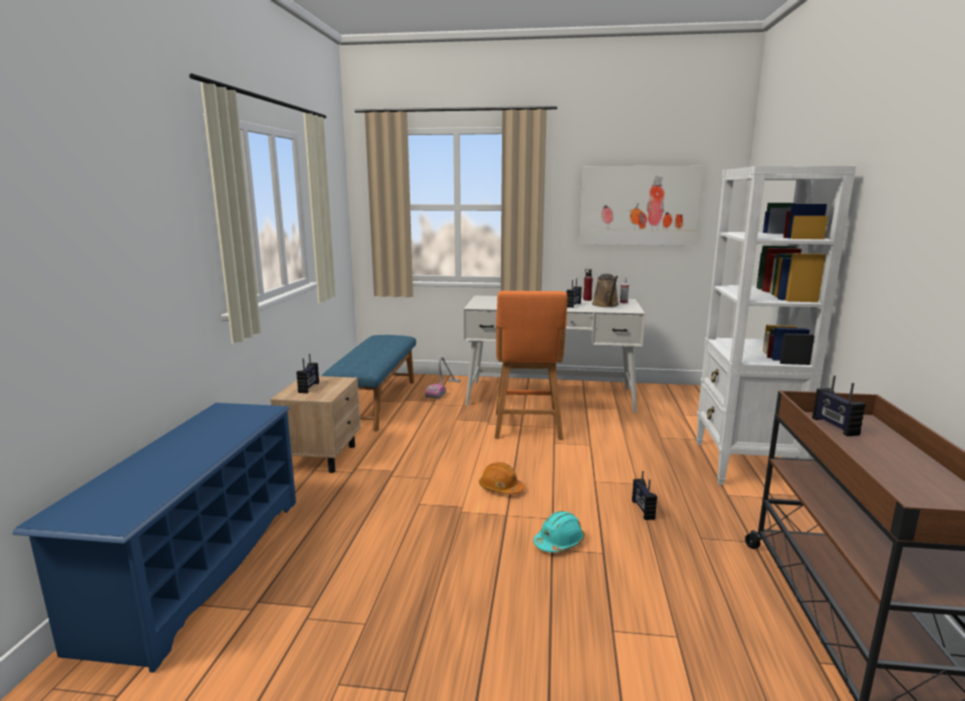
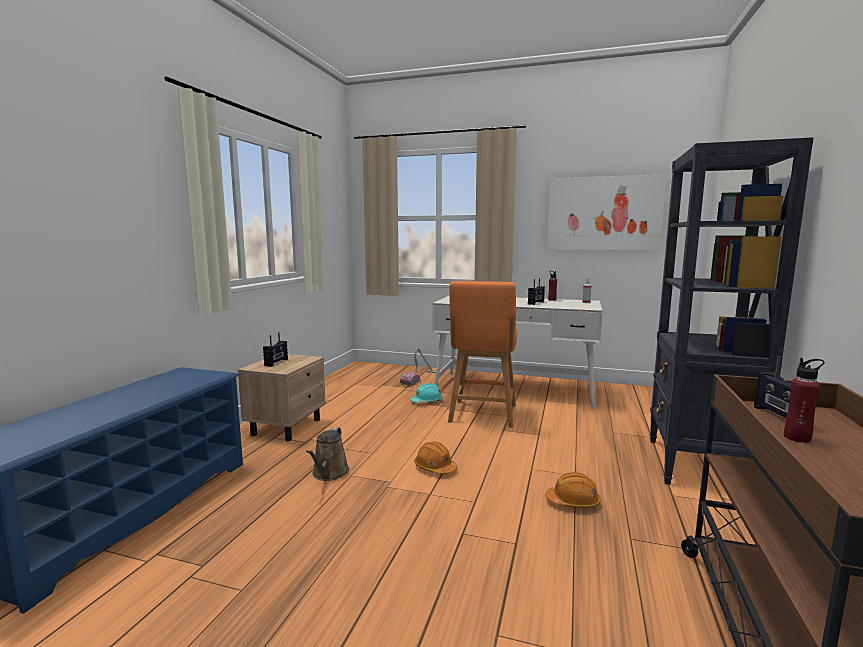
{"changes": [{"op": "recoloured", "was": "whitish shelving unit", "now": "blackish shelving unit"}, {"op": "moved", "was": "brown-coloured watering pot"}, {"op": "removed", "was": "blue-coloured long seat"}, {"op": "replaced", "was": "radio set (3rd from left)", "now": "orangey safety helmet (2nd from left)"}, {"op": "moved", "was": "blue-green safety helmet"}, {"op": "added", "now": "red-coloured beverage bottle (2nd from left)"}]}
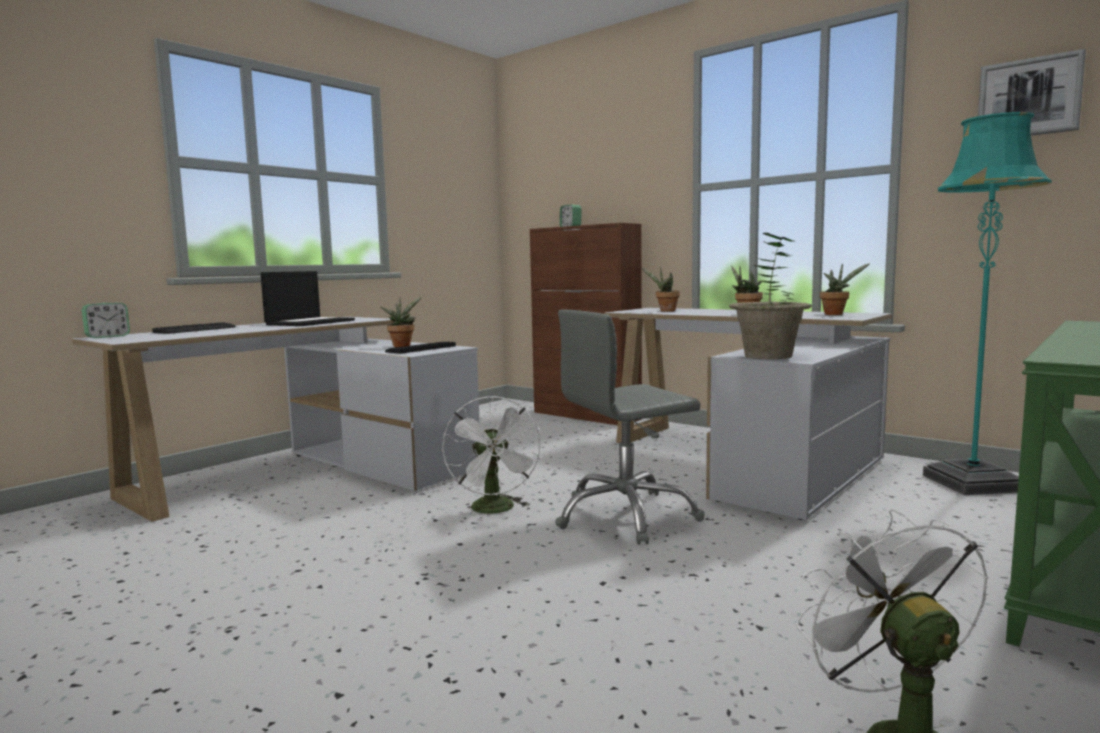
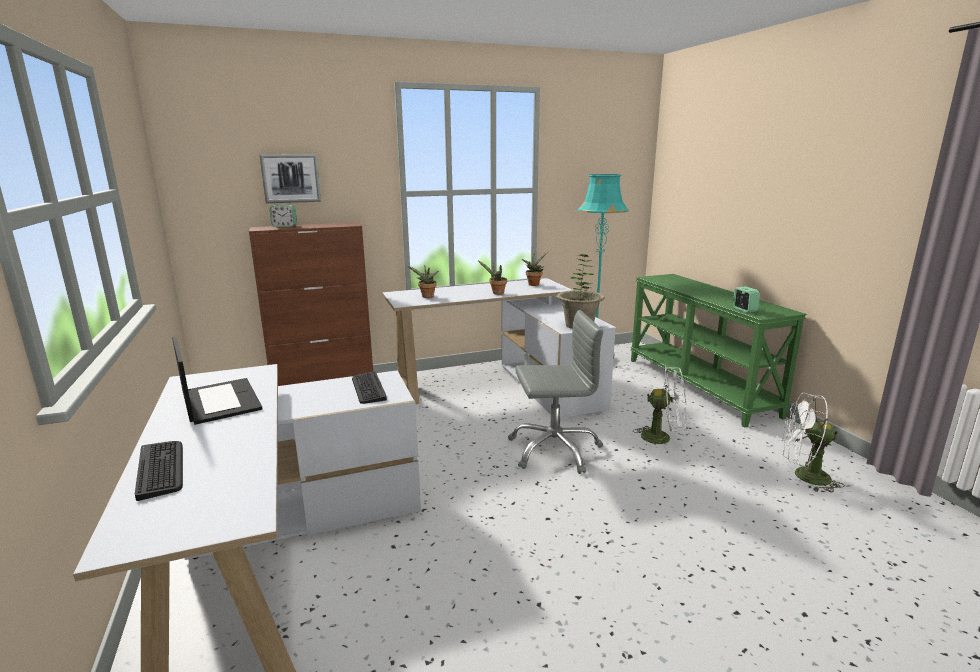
{"changes": [{"op": "moved", "was": "picture"}, {"op": "removed", "was": "potted plant (1st from left)"}, {"op": "moved", "was": "alarm clock (1st from left in the first image)", "now": "alarm clock (2nd from left)"}, {"op": "turned", "was": "greyish desk chair", "clockwise": -105}, {"op": "moved", "was": "whitish electric fan (1st from left)"}]}
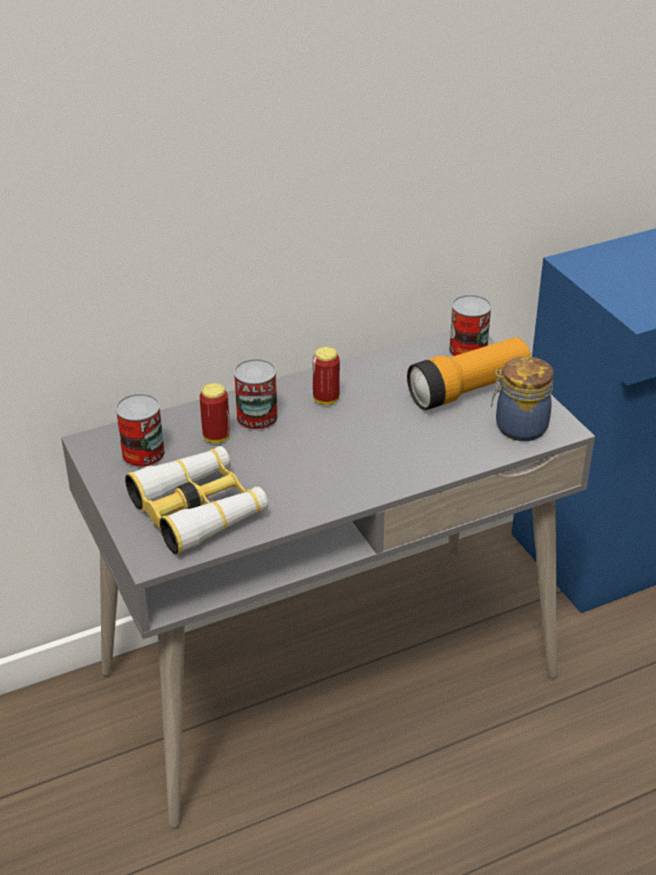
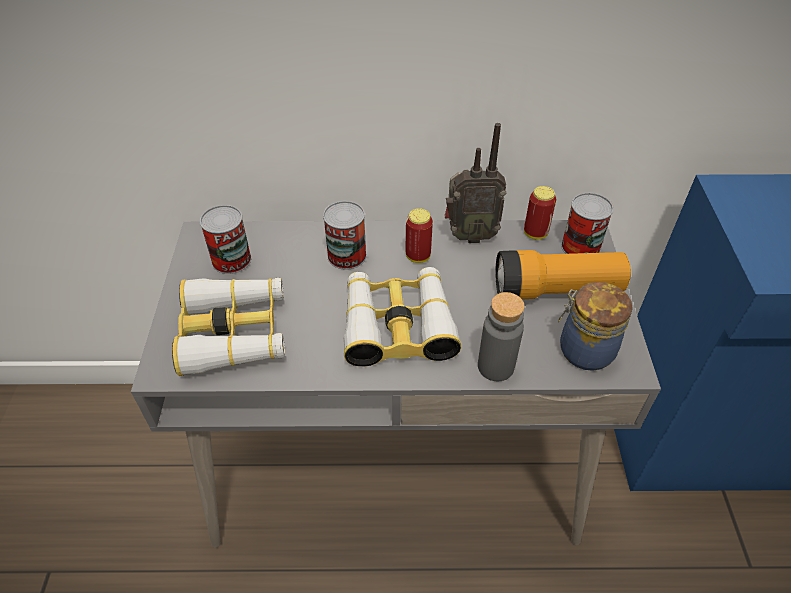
{"changes": [{"op": "moved", "was": "can (2nd from left in the first image)", "now": "can (4th from left)"}, {"op": "added", "now": "radio set"}, {"op": "added", "now": "pair of binoculars (2nd from left)"}, {"op": "added", "now": "greyish beverage bottle"}]}
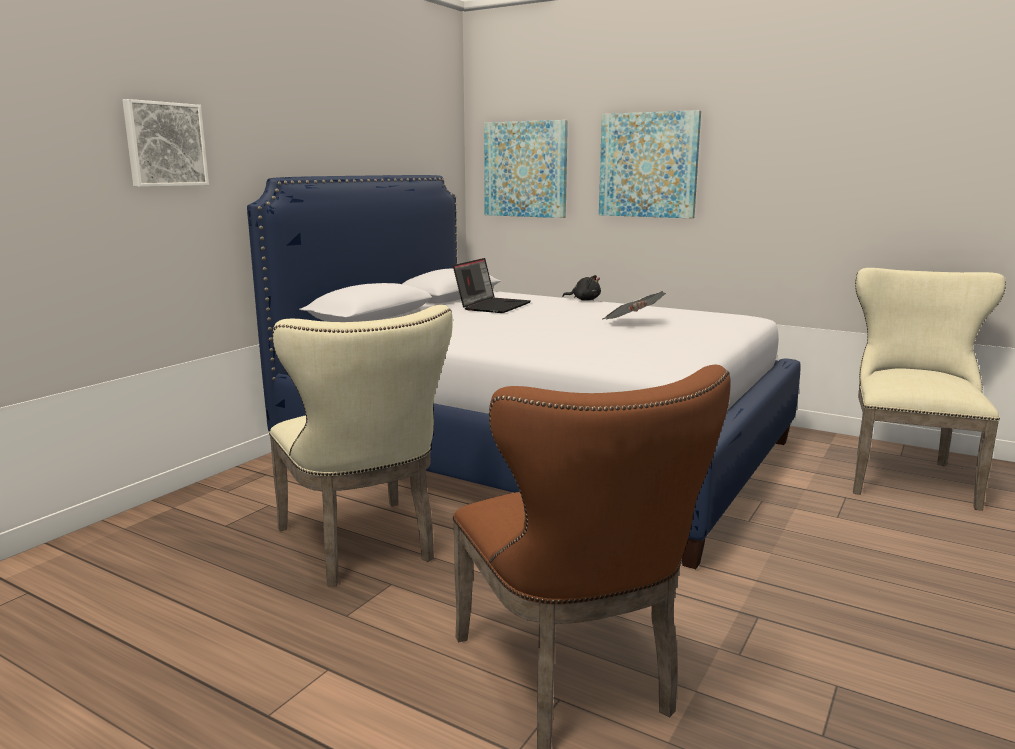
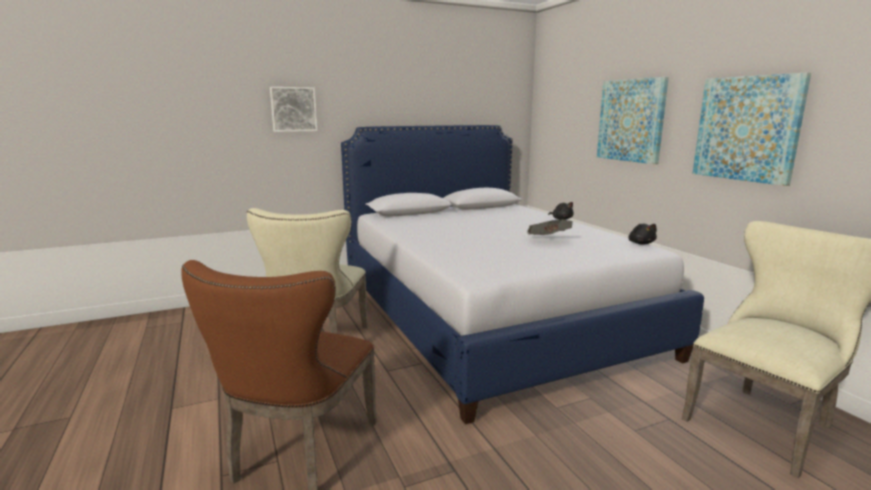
{"changes": [{"op": "moved", "was": "picture (2nd from left in the first image)", "now": "picture (3rd from left)"}, {"op": "removed", "was": "portable computer"}, {"op": "added", "now": "blackish soft toy (2nd from left)"}]}
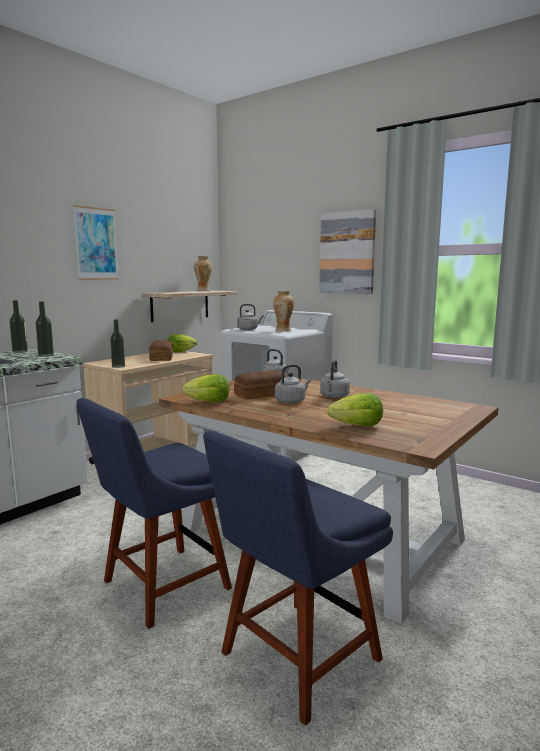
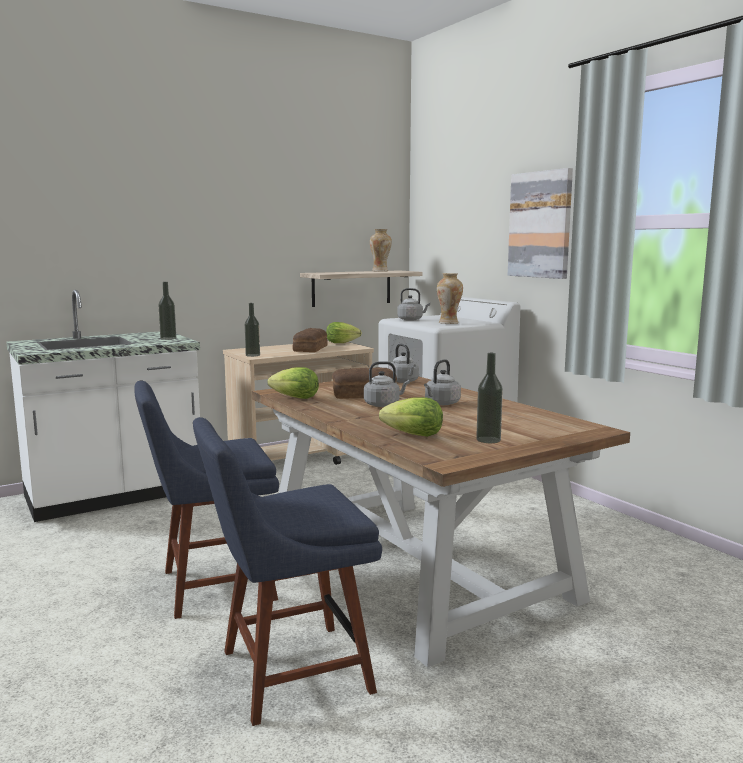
{"changes": [{"op": "removed", "was": "picture (1st from left)"}, {"op": "moved", "was": "beverage bottle (1st from left in the first image)", "now": "beverage bottle (3rd from left)"}]}
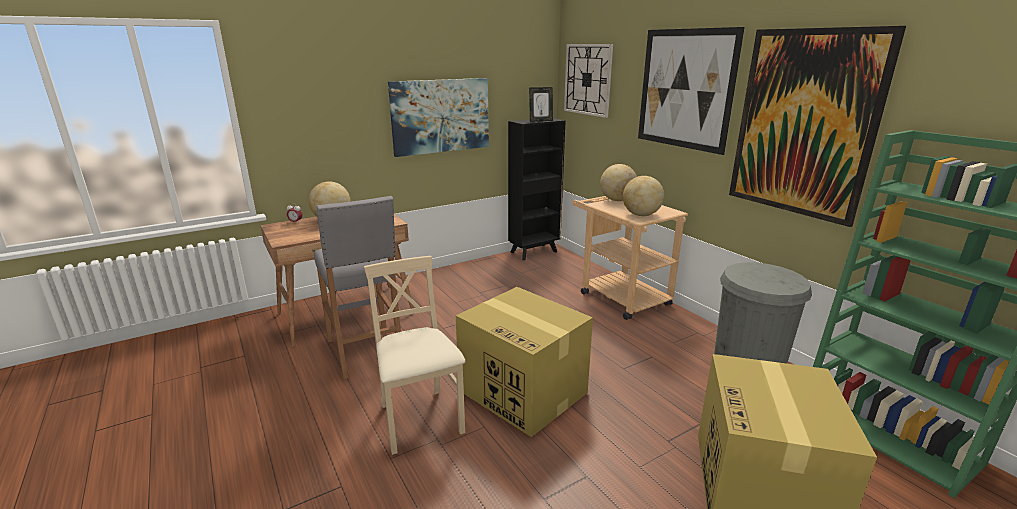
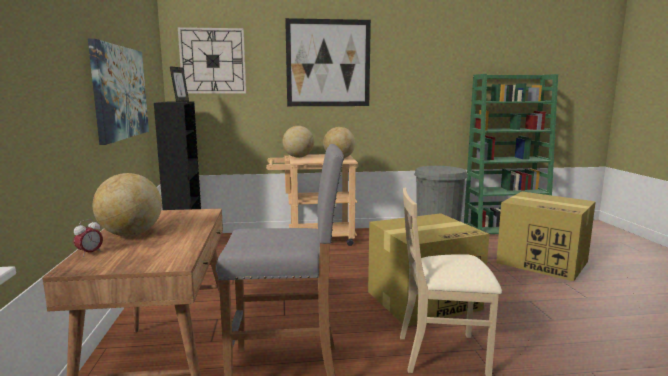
{"changes": [{"op": "removed", "was": "picture (3rd from left)"}]}
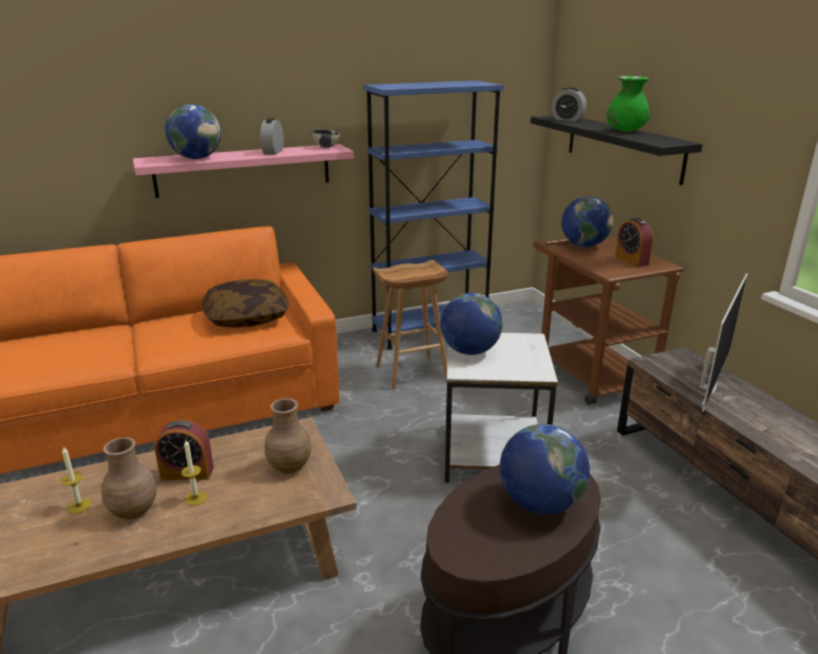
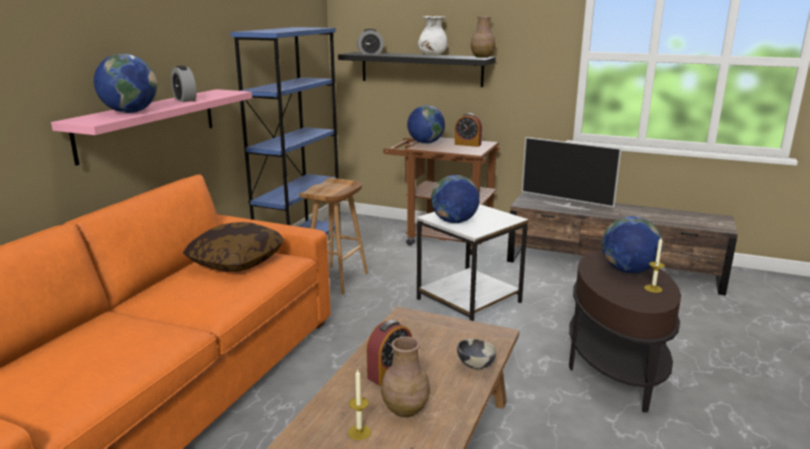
{"changes": [{"op": "recoloured", "was": "green-coloured flower vase", "now": "whitish flower vase"}, {"op": "moved", "was": "bowl"}, {"op": "turned", "was": "TV", "clockwise": 135}, {"op": "moved", "was": "brown-coloured flower vase (2nd from left)"}, {"op": "moved", "was": "wax light (2nd from left)"}]}
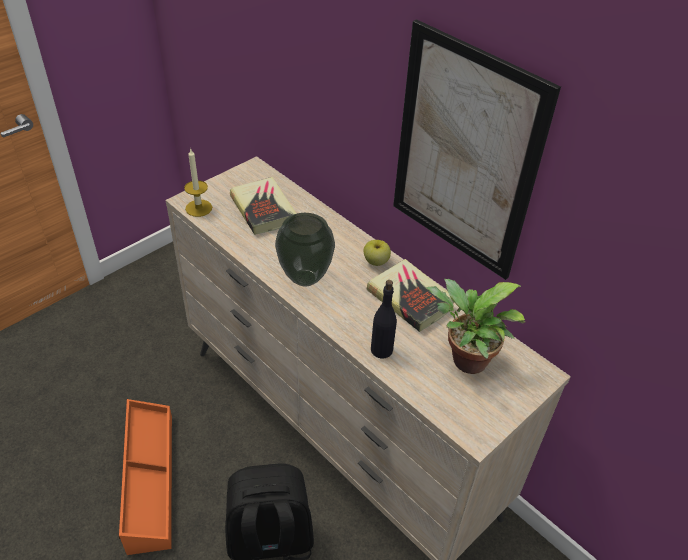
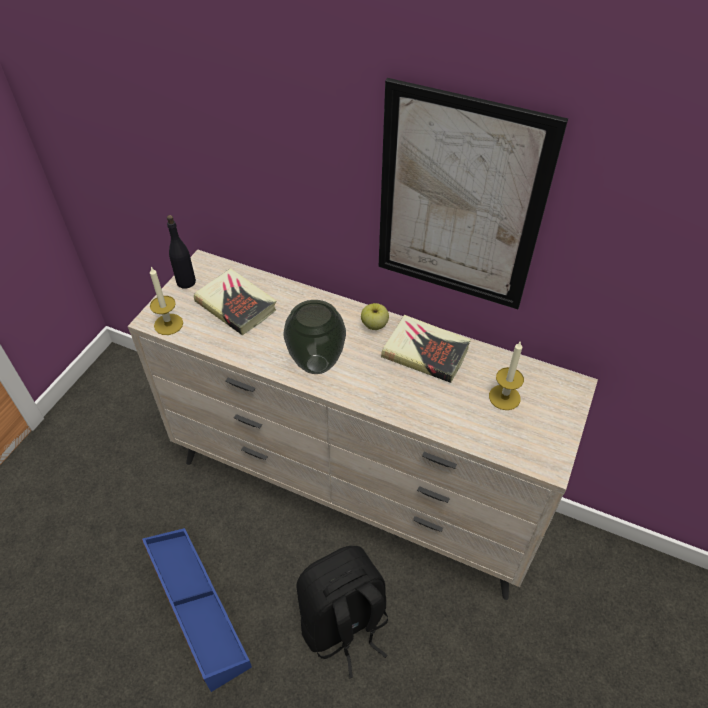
{"changes": [{"op": "replaced", "was": "potted plant", "now": "wax light (2nd from left)"}, {"op": "moved", "was": "blackish beverage bottle"}, {"op": "recoloured", "was": "orangey storage box", "now": "blue-coloured storage box"}]}
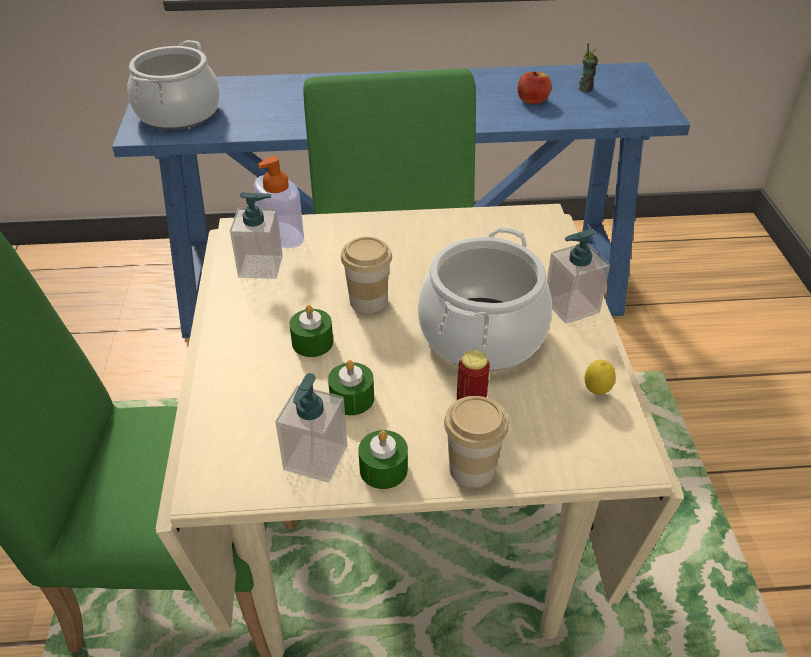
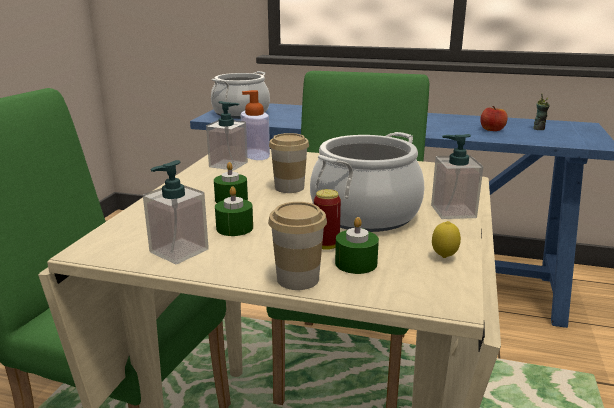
{"changes": [{"op": "moved", "was": "green-coloured wax light (3rd from left)"}]}
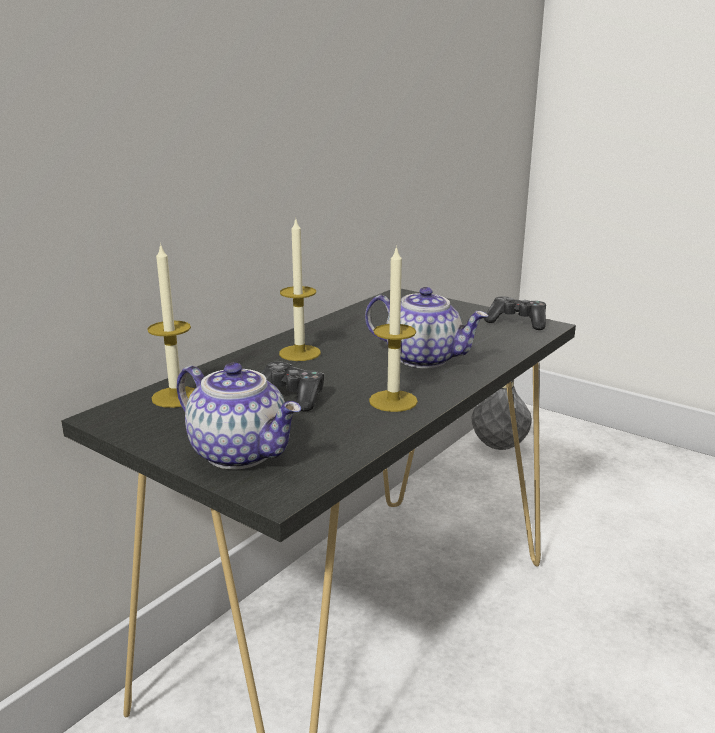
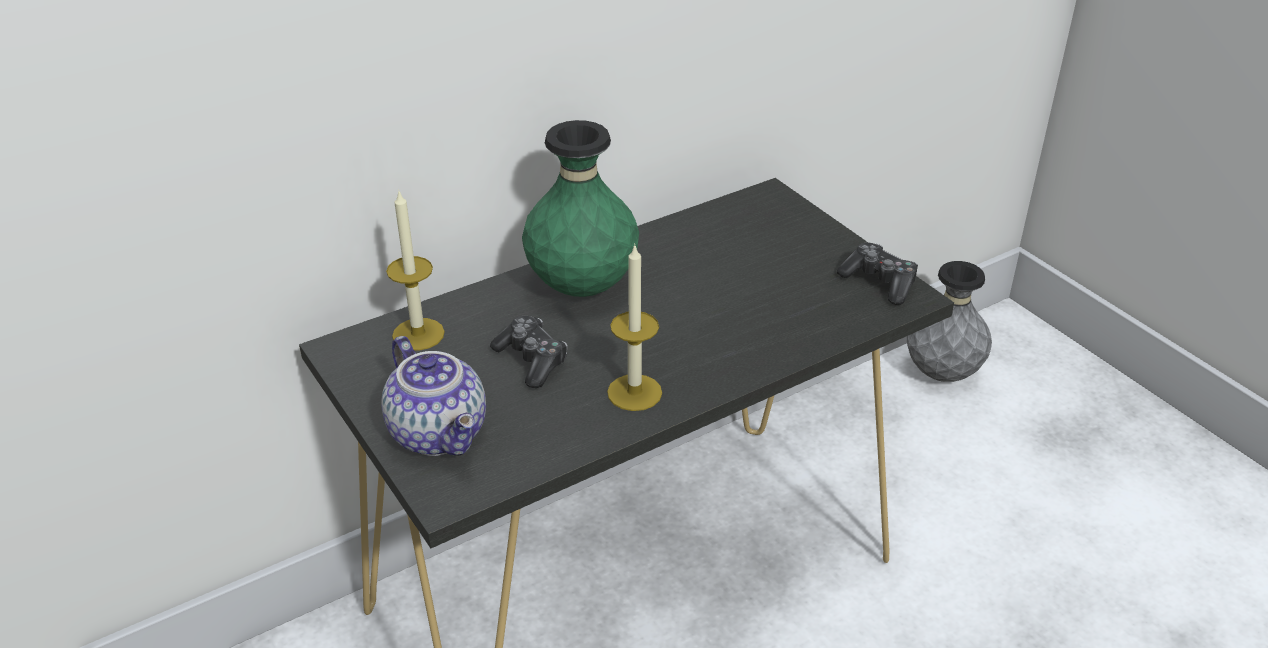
{"changes": [{"op": "replaced", "was": "wax light (2nd from left)", "now": "green-coloured flower vase"}, {"op": "removed", "was": "tea pot (2nd from left)"}]}
